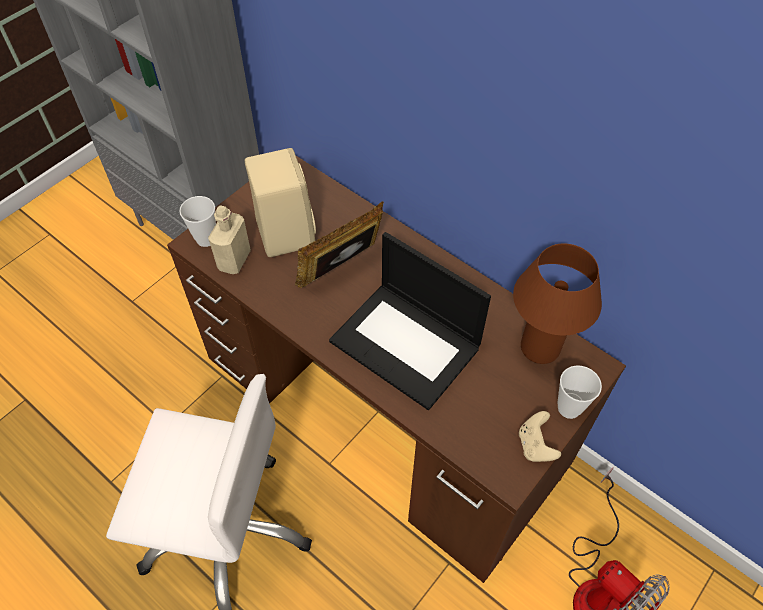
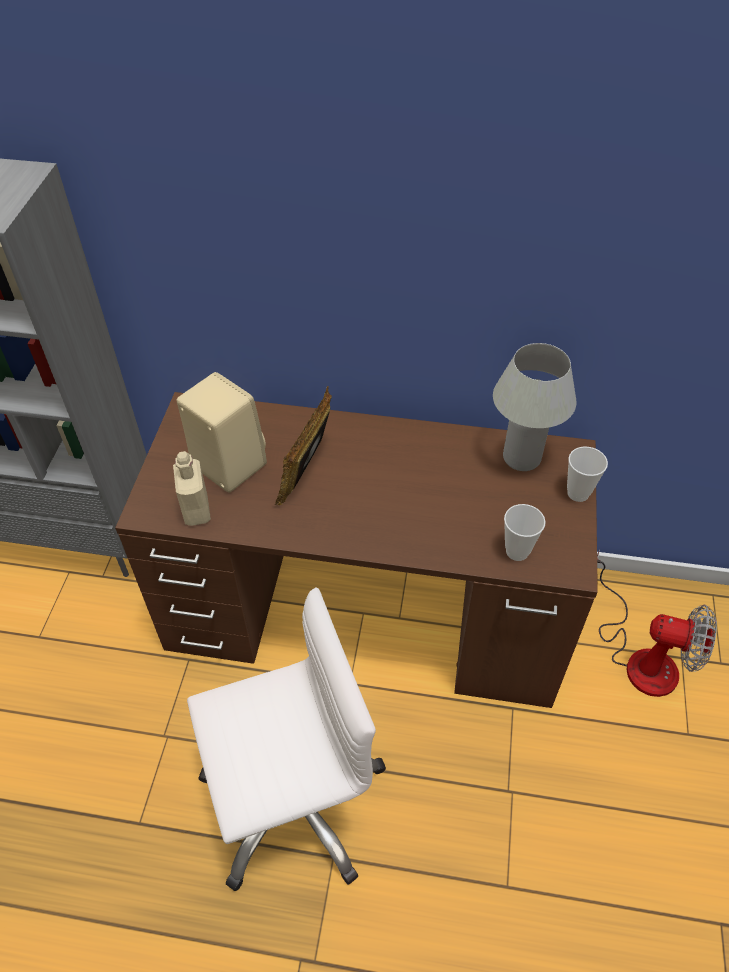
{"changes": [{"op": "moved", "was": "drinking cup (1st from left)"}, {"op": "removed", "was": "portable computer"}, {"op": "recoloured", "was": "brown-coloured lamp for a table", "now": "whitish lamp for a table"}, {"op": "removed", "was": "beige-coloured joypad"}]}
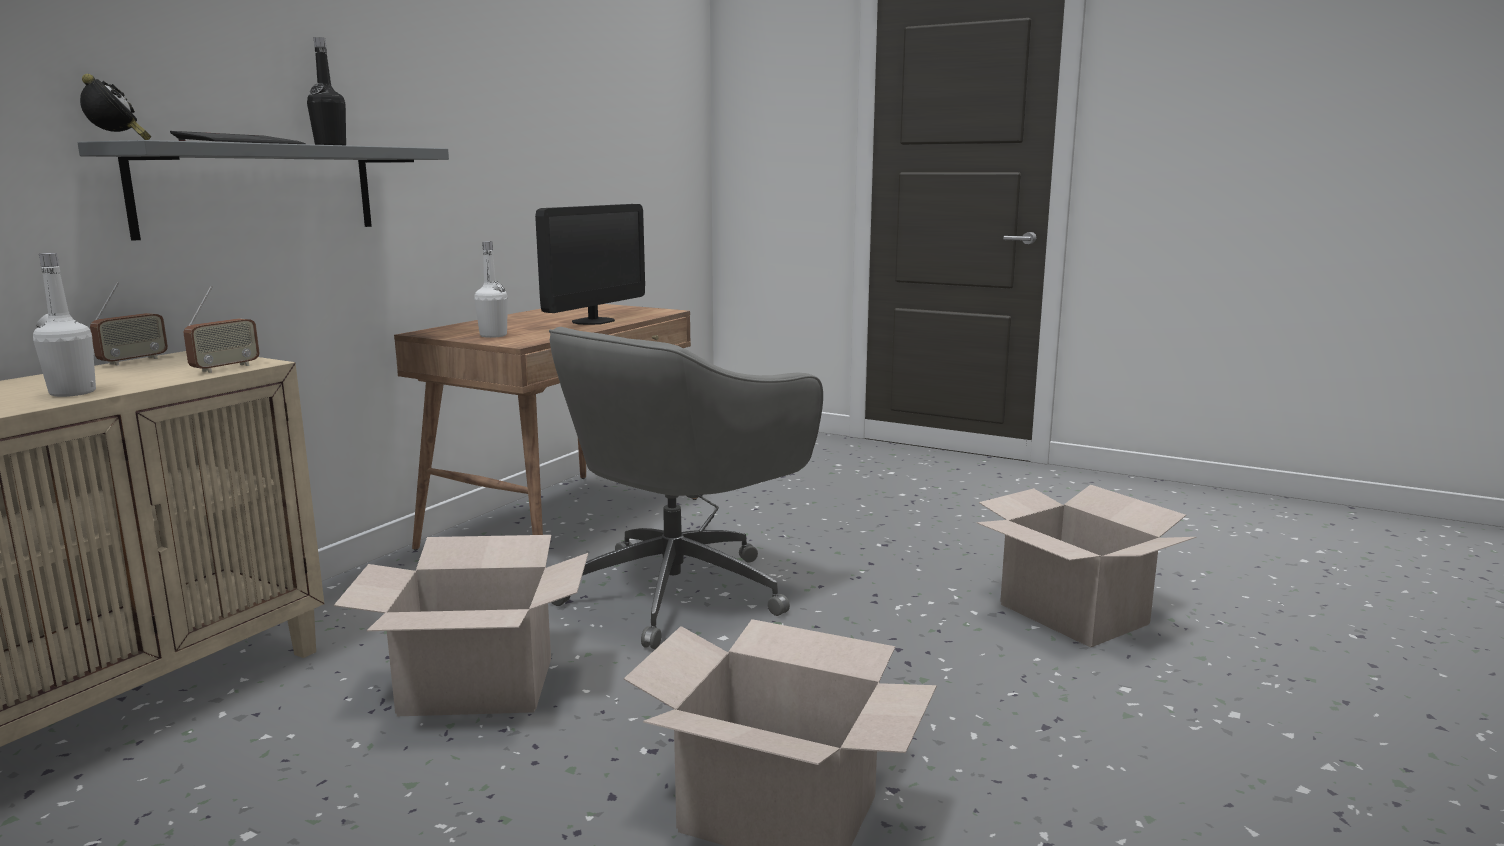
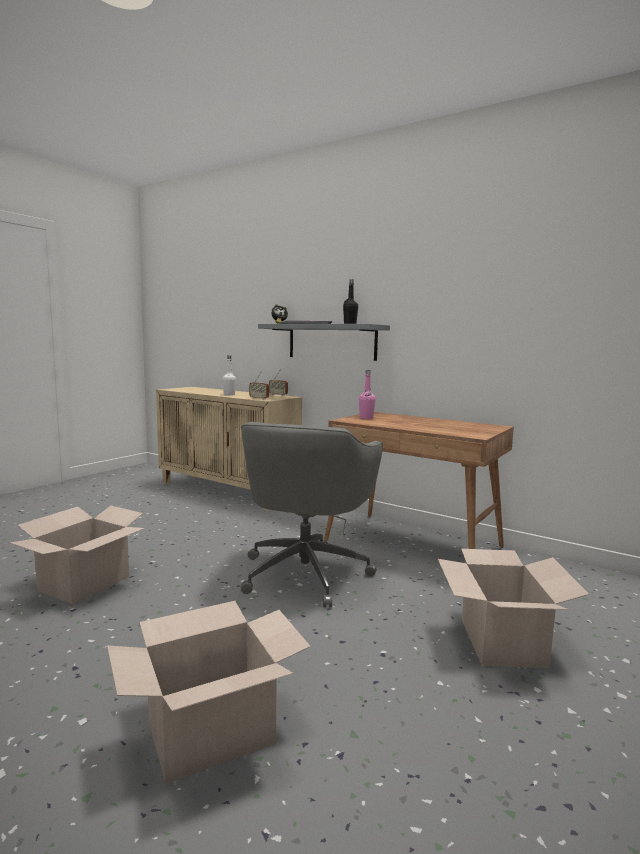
{"changes": [{"op": "removed", "was": "computer display"}, {"op": "recoloured", "was": "whitish beverage bottle (2nd from left)", "now": "pinkish beverage bottle"}, {"op": "turned", "was": "greyish desk chair", "clockwise": -120}, {"op": "moved", "was": "carton (1st from left in the first image)", "now": "carton (3rd from left)"}]}
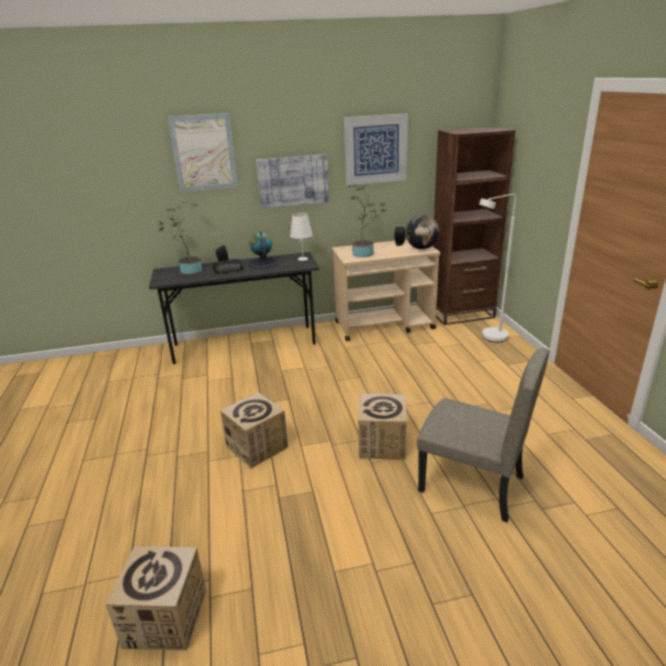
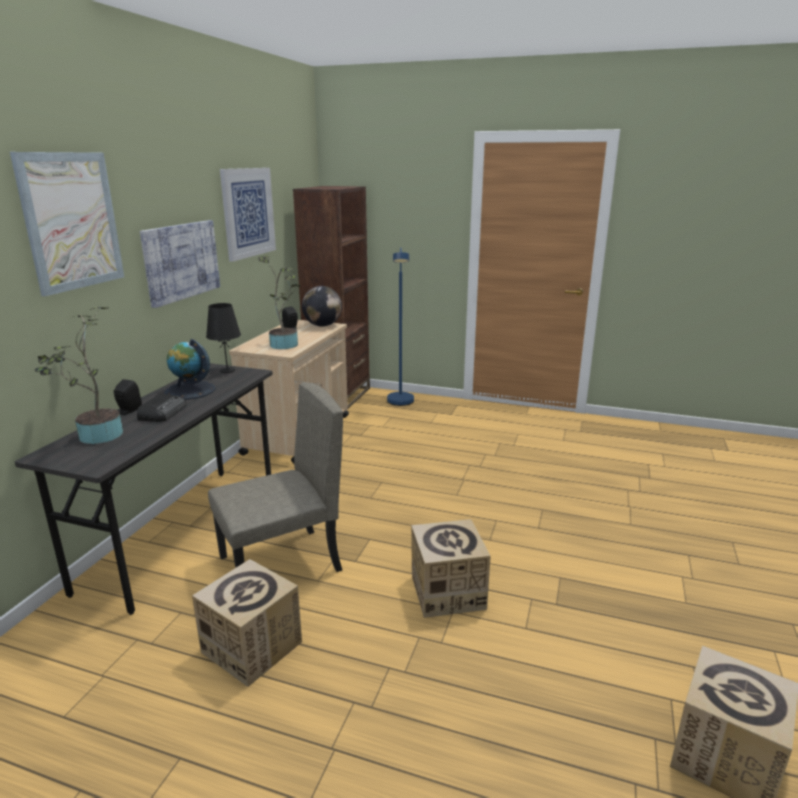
{"changes": [{"op": "recoloured", "was": "whitish floor lamp", "now": "blue-coloured floor lamp"}, {"op": "recoloured", "was": "whitish lamp for a table", "now": "blackish lamp for a table"}, {"op": "moved", "was": "beige-coloured chair"}, {"op": "moved", "was": "carton (3rd from left in the first image)", "now": "carton (1st from left)"}]}
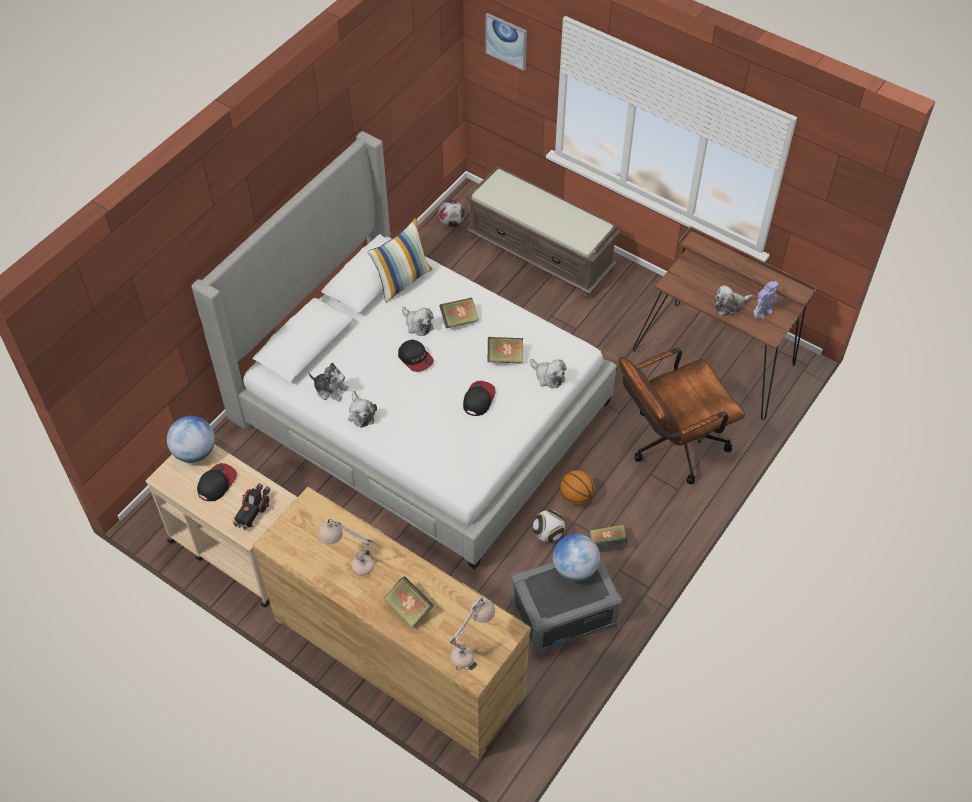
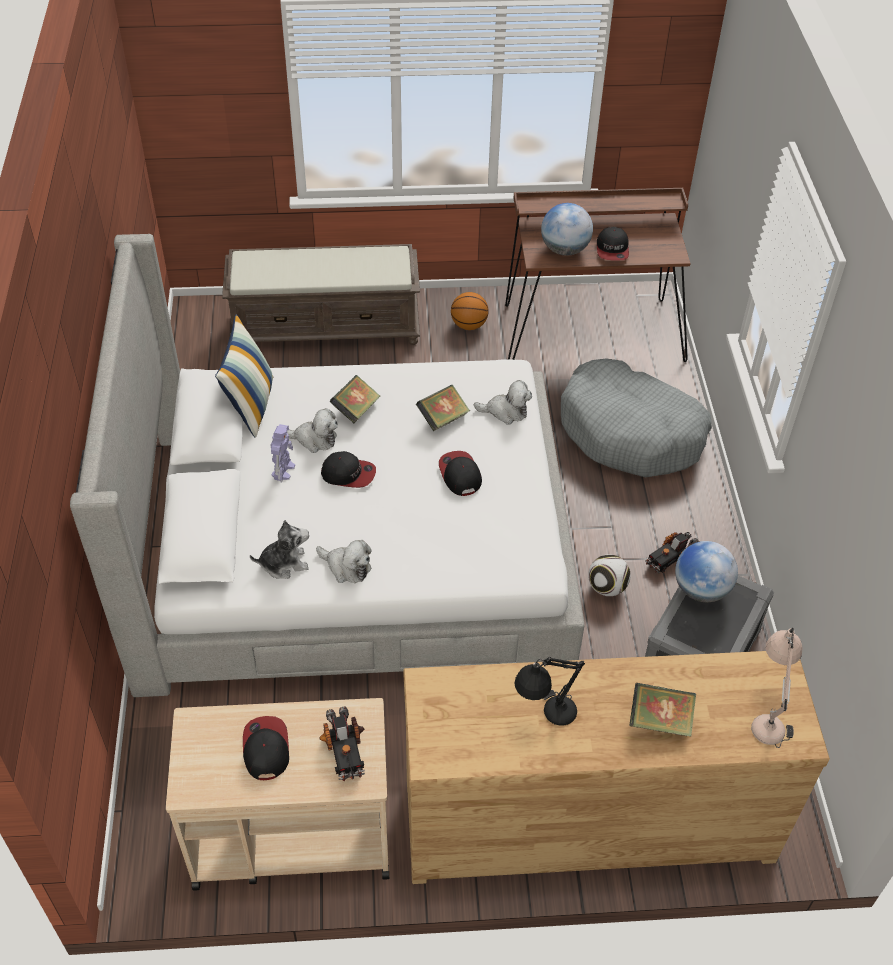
{"changes": [{"op": "removed", "was": "picture"}, {"op": "removed", "was": "ball for football (1st from left)"}, {"op": "moved", "was": "model robot"}, {"op": "replaced", "was": "soft toy (5th from left)", "now": "baseball cap (4th from left)"}, {"op": "replaced", "was": "brown-coloured desk chair", "now": "greyish dog cushion"}, {"op": "moved", "was": "globe (1st from left)"}, {"op": "moved", "was": "basketball"}, {"op": "recoloured", "was": "beige-coloured lamp for a table (1st from left)", "now": "blackish lamp for a table"}, {"op": "replaced", "was": "volume (4th from left)", "now": "model truck (2nd from left)"}]}
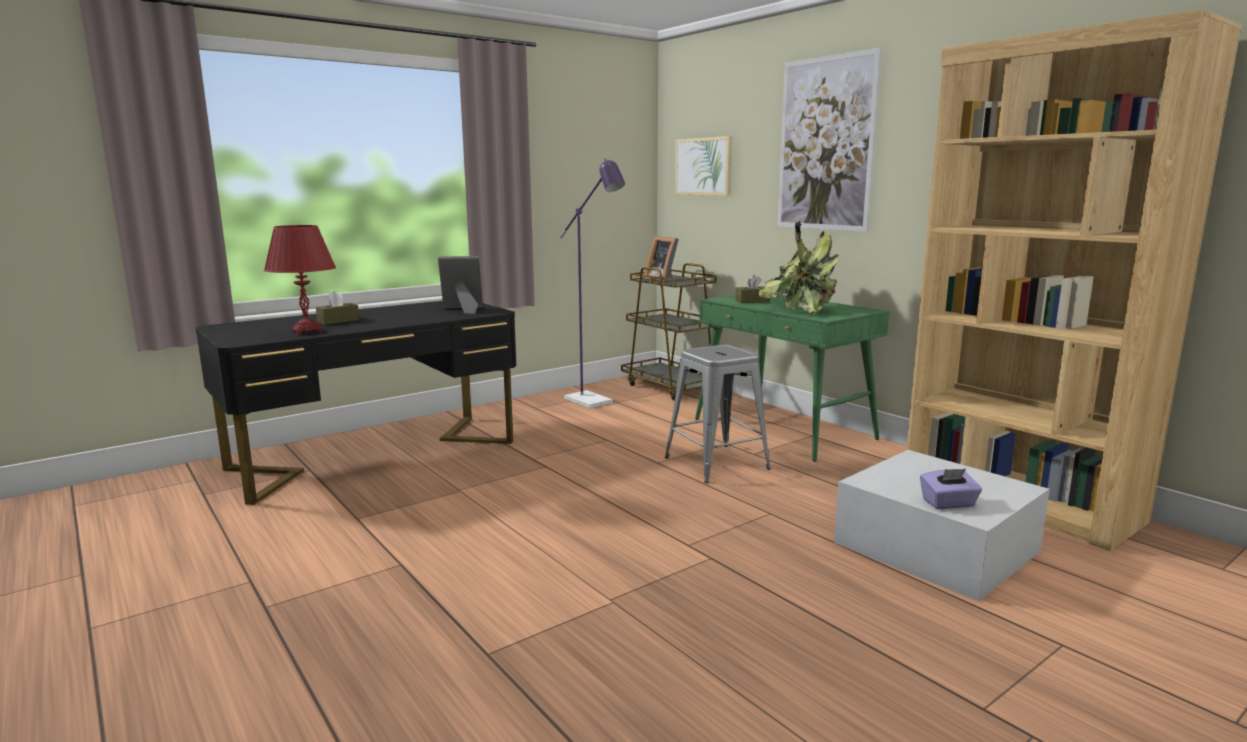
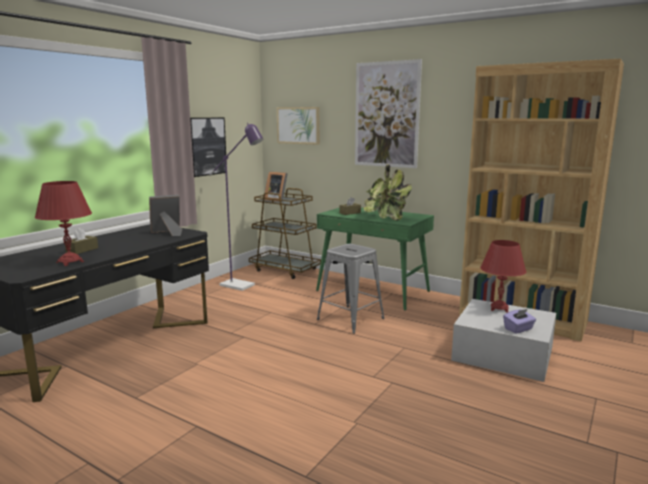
{"changes": [{"op": "added", "now": "picture (1st from left)"}, {"op": "added", "now": "red-coloured lamp for a table (2nd from left)"}]}
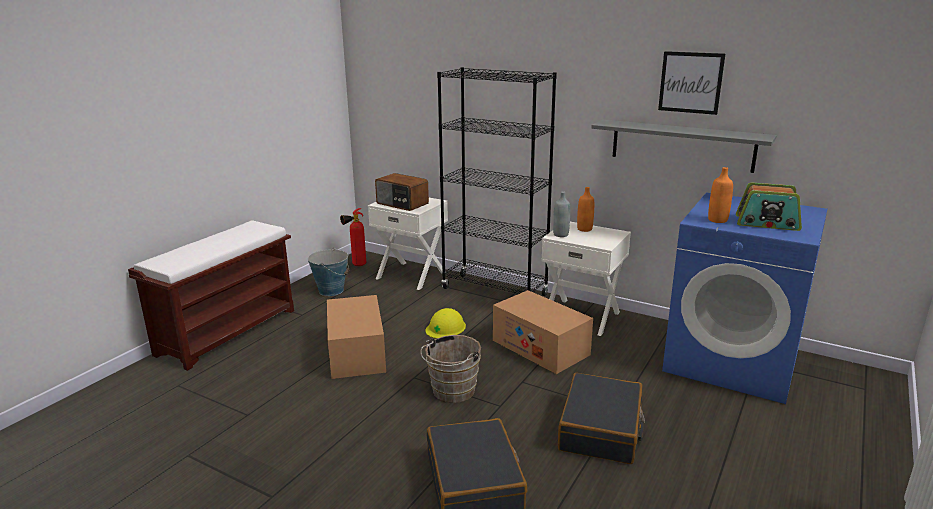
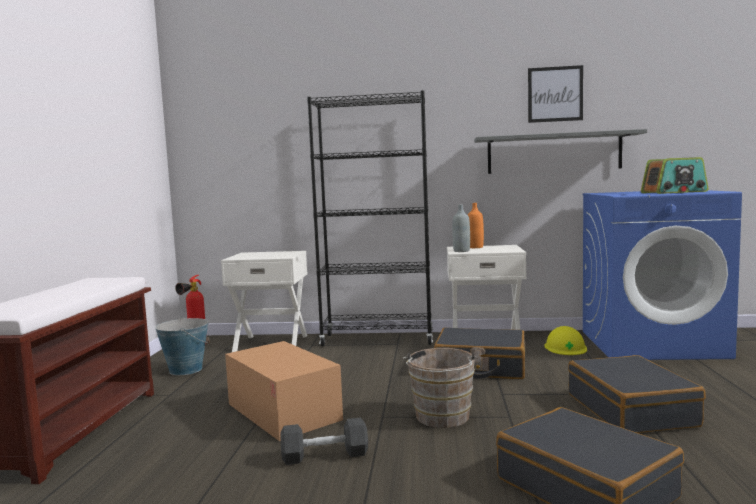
{"changes": [{"op": "removed", "was": "orangey beverage bottle (2nd from left)"}, {"op": "removed", "was": "radio set (1st from left)"}, {"op": "replaced", "was": "carton (2nd from left)", "now": "blackish travel case (1st from left)"}, {"op": "moved", "was": "yellow-coloured safety helmet"}, {"op": "added", "now": "greyish free weight"}]}
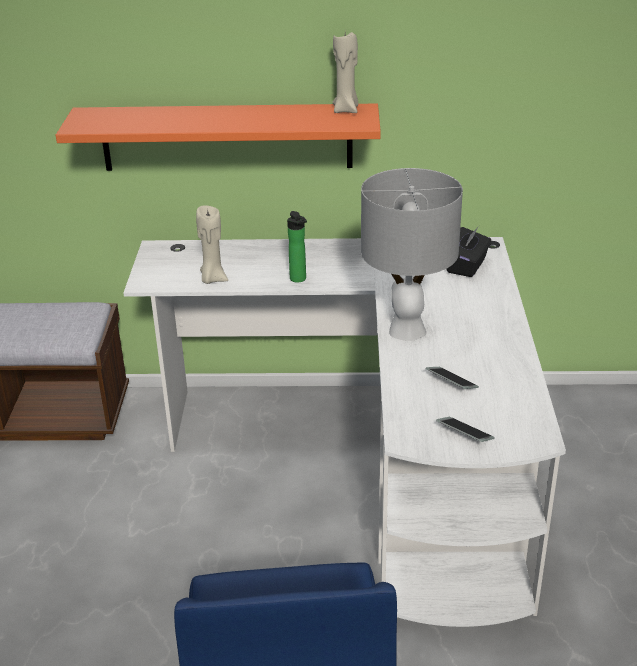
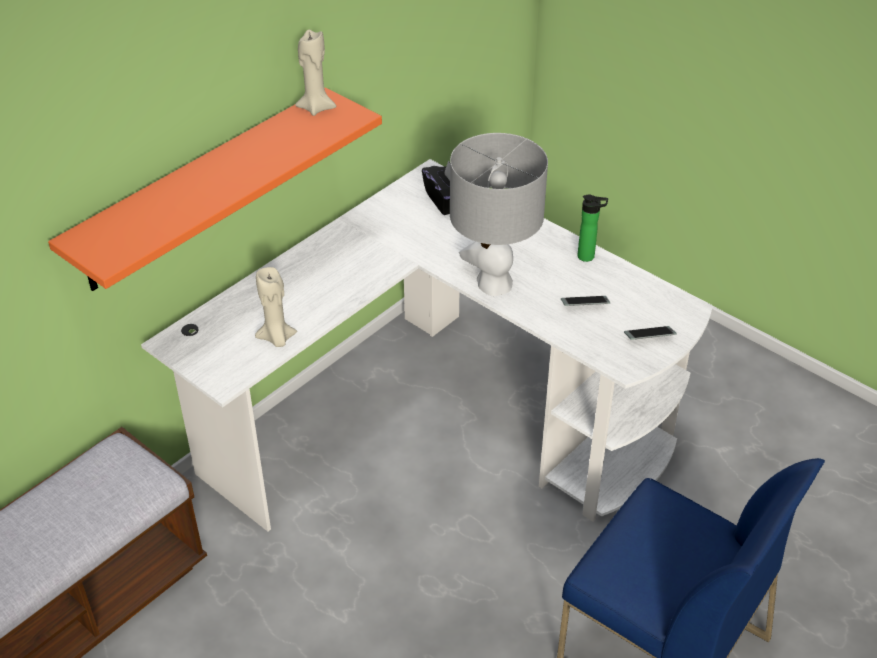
{"changes": [{"op": "moved", "was": "beverage bottle"}]}
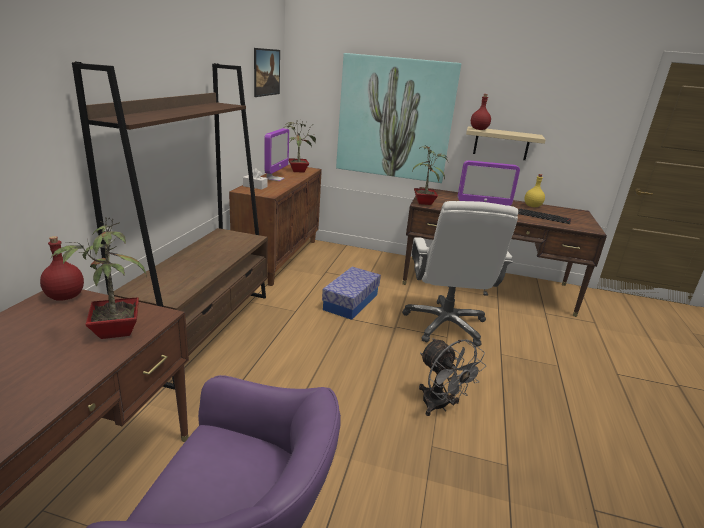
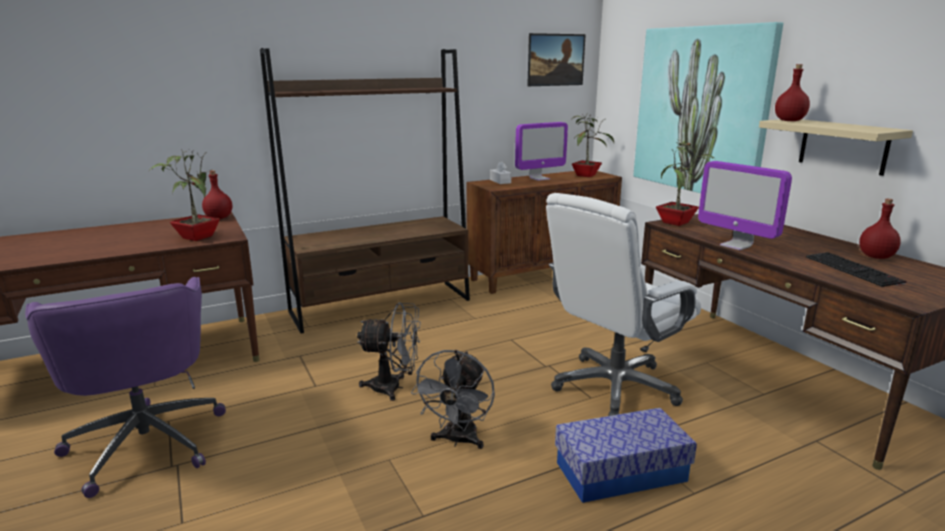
{"changes": [{"op": "recoloured", "was": "yellow-coloured beverage bottle", "now": "red-coloured beverage bottle (3rd from left)"}, {"op": "moved", "was": "storage box"}, {"op": "added", "now": "greyish electric fan (1st from left)"}]}
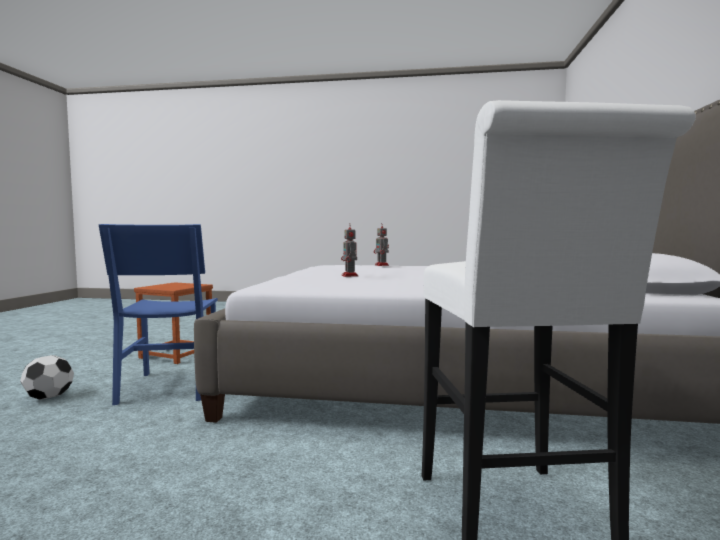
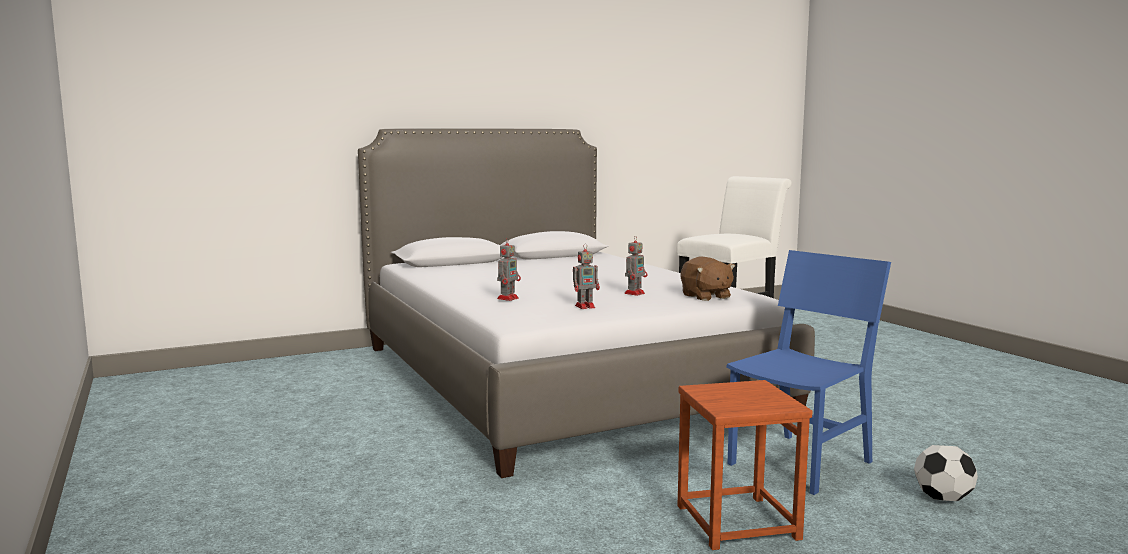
{"changes": [{"op": "added", "now": "model robot (2nd from left)"}, {"op": "added", "now": "brown-coloured soft toy"}]}
